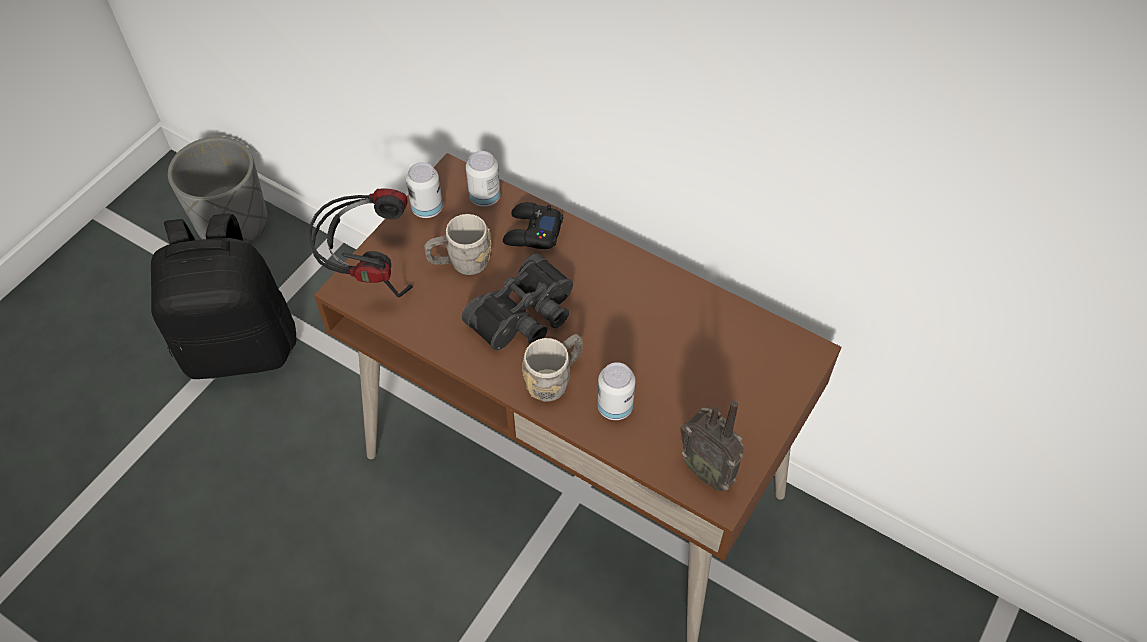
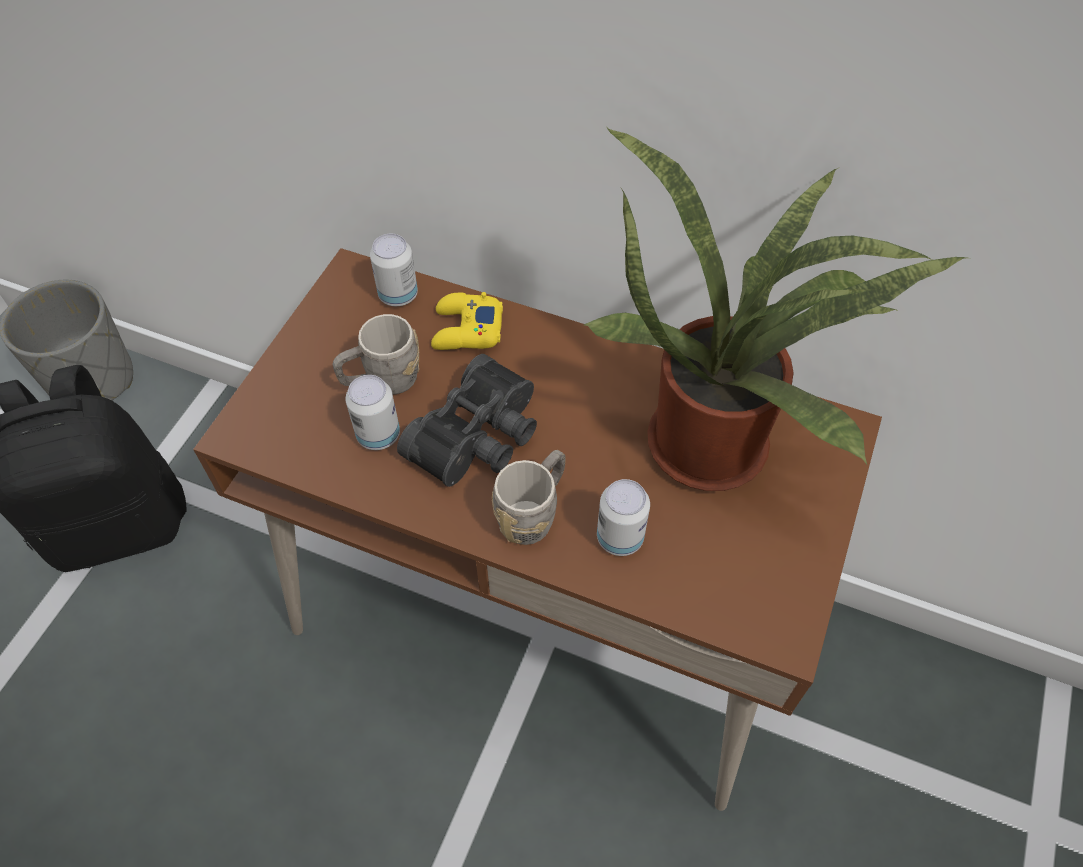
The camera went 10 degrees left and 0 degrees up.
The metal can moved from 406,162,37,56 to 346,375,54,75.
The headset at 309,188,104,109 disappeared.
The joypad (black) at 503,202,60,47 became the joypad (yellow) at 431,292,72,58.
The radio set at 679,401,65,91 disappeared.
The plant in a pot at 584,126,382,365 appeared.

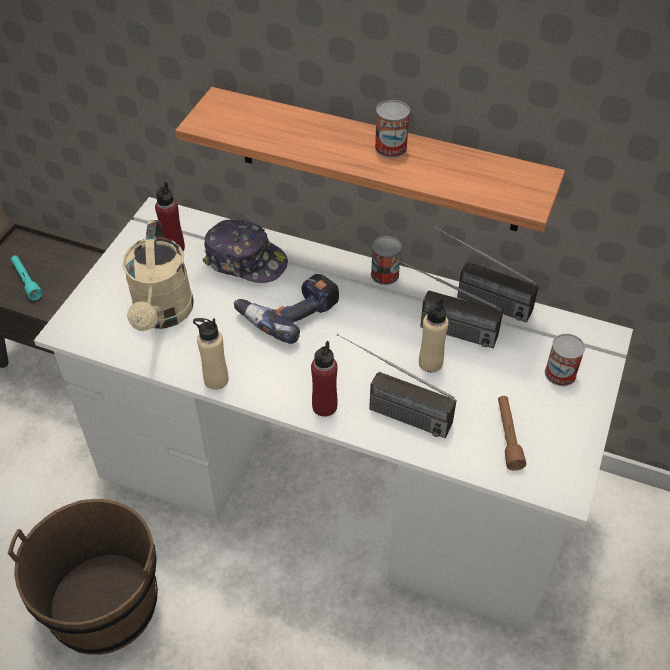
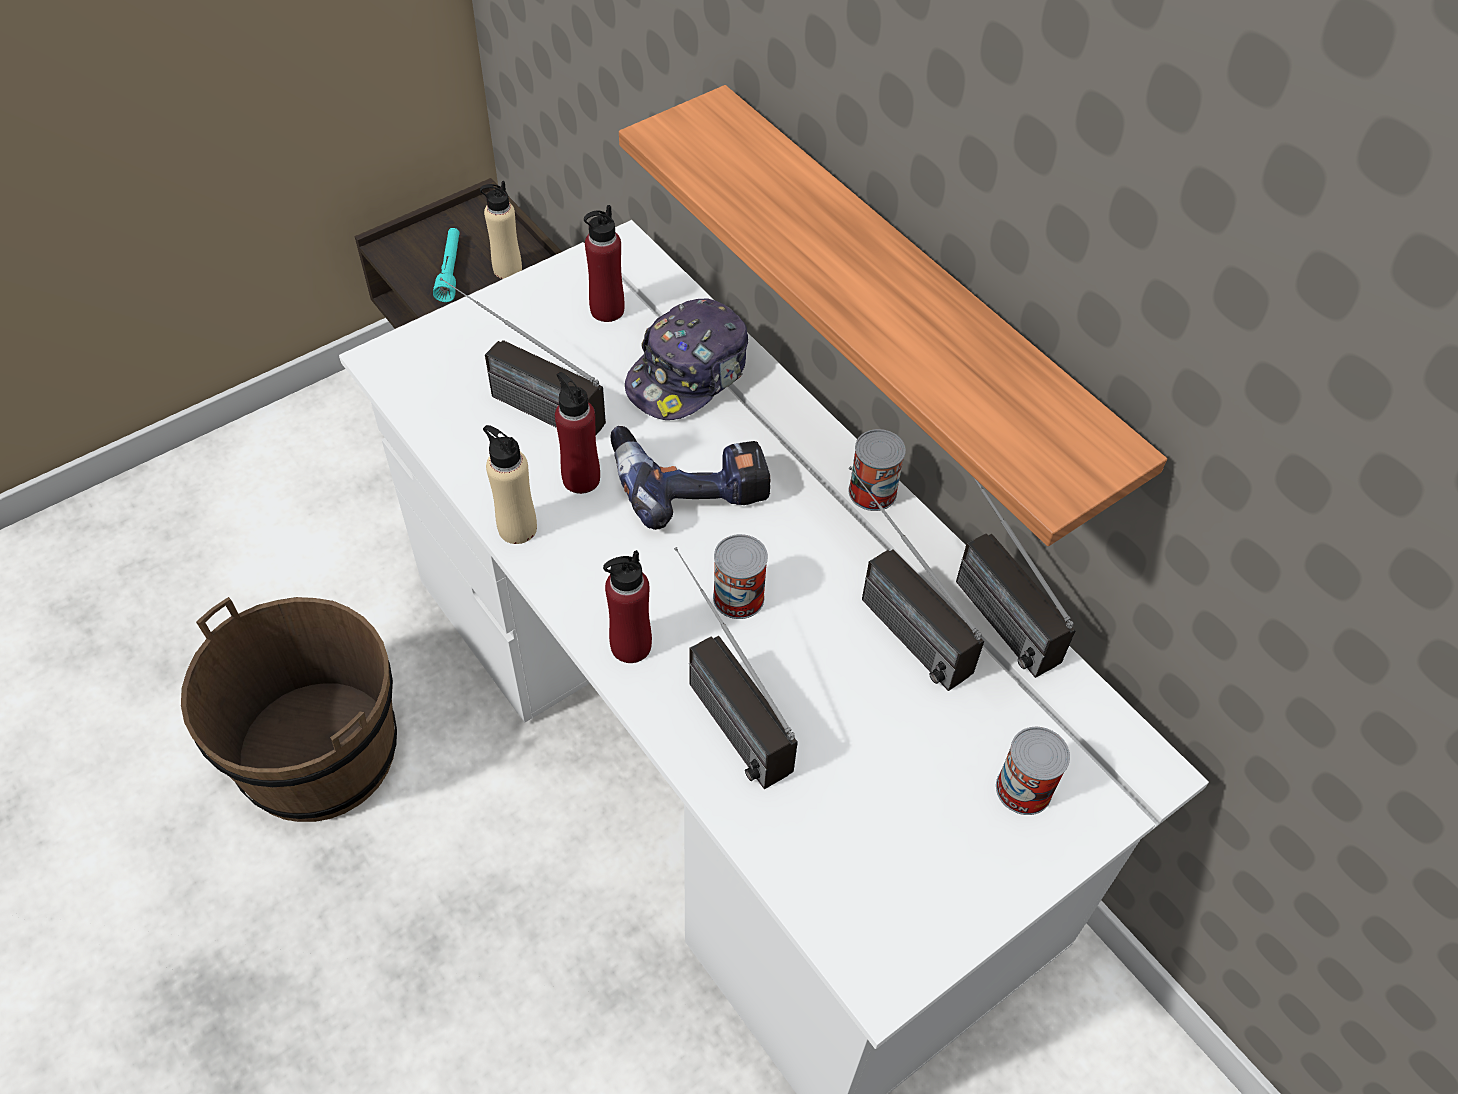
The camera went 30 degrees right and 5 degrees up.
The metal can moved from 375,100,35,58 to 713,534,55,85.
The cap at 202,219,86,64 turned 75 degrees clockwise.
The sprinkling can (beige) at 122,220,72,111 was replaced by the radio set at 440,277,166,158.
The drink bottle (beige) moved from 419,297,30,76 to 480,181,42,98.
The hand torch (brown-coloured) at 498,396,28,75 disappeared.
The drink bottle (red-coloured) at 555,372,45,122 appeared.

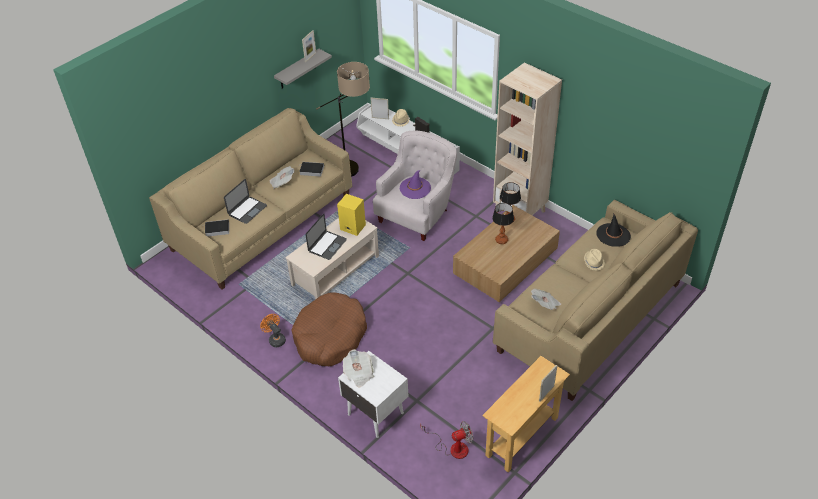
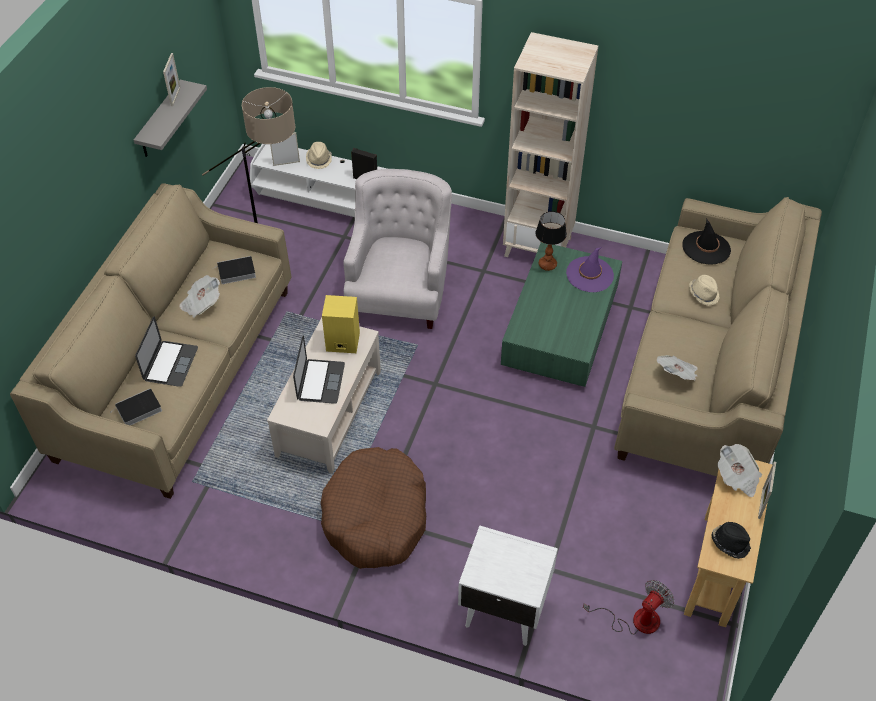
The camera went 25 degrees left and 5 degrees up.
The clothing hat (purple) moved from 400,170,31,29 to 566,247,48,45.
The lamp for a table at 492,203,22,41 disappeared.
The lounge table (brown-coloured) at 453,205,107,97 became the lounge table (green) at 501,242,121,145.
The fan (orange) at 260,314,26,33 disappeared.
The daily paper moved from 343,349,31,39 to 717,444,45,53.
The clothing hat (black) at 711,522,40,37 appeared.

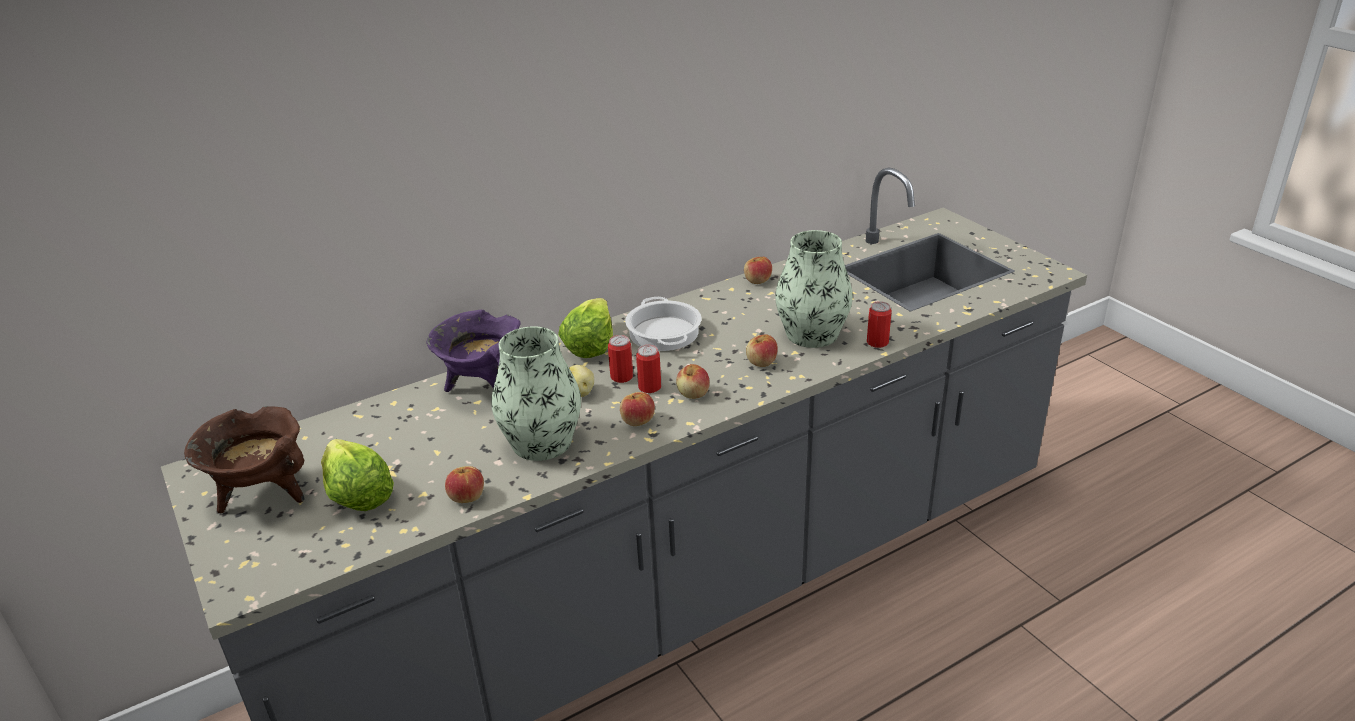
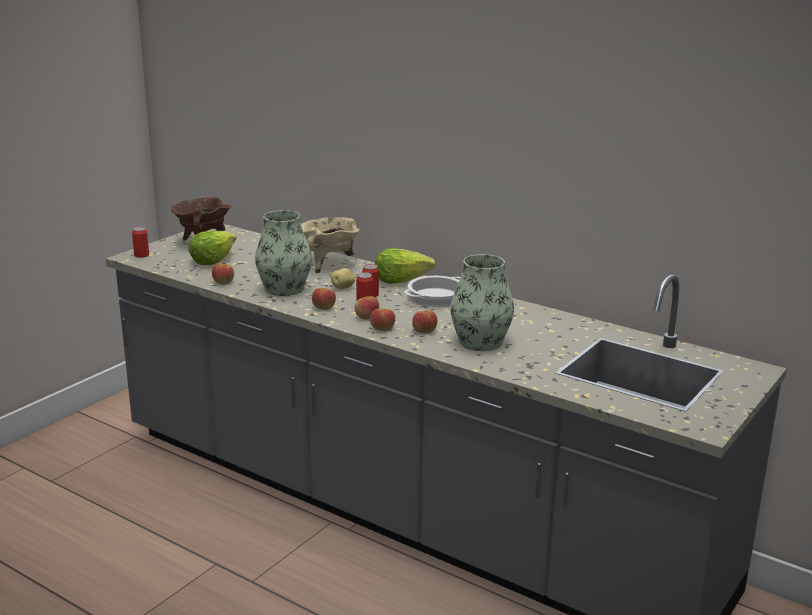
The camera went 65 degrees right and 10 degrees down.
The apple fruit moved from 744,257,28,27 to 370,308,25,23.
The metal can moved from 867,301,24,47 to 132,227,17,31.
The saucepot (purple) at 426,310,95,82 became the saucepot (beige) at 301,217,59,56.

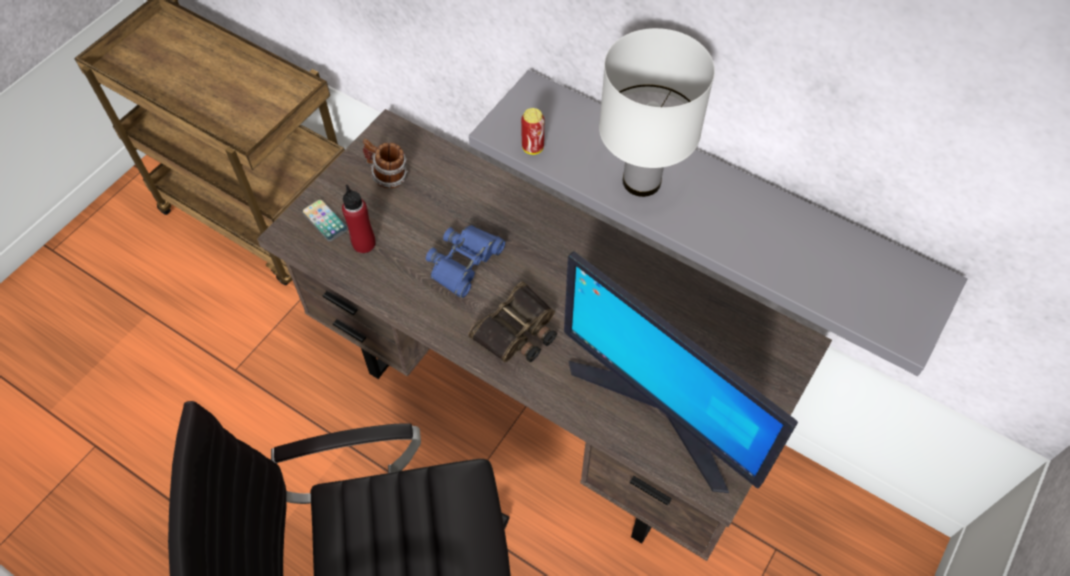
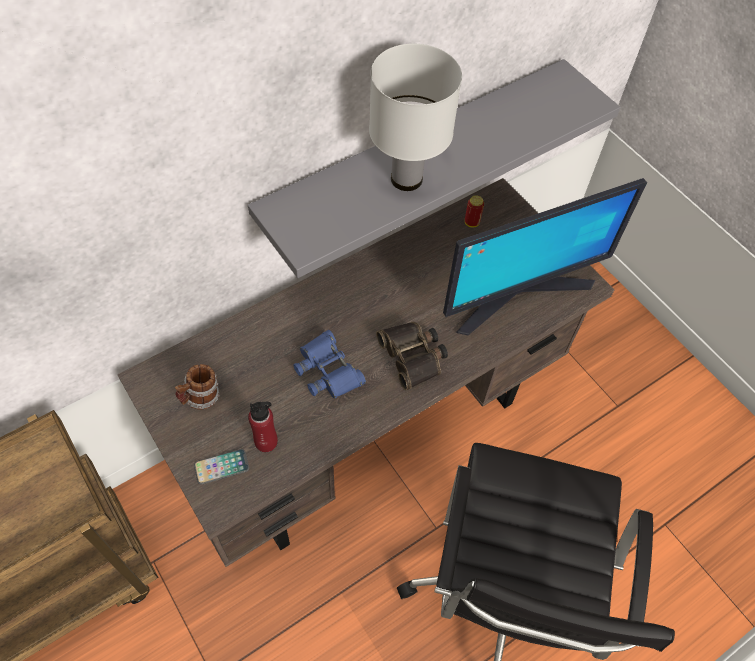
The camera went 70 degrees left and 0 degrees up.
The metal can moved from 521,108,23,47 to 465,195,19,32.

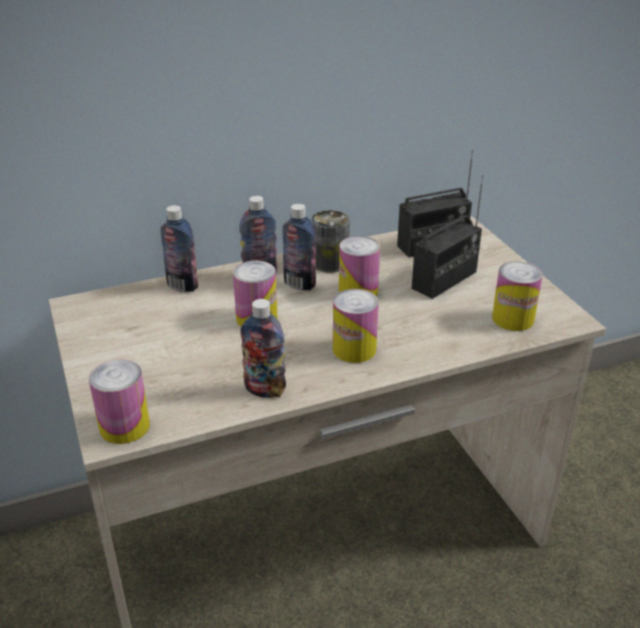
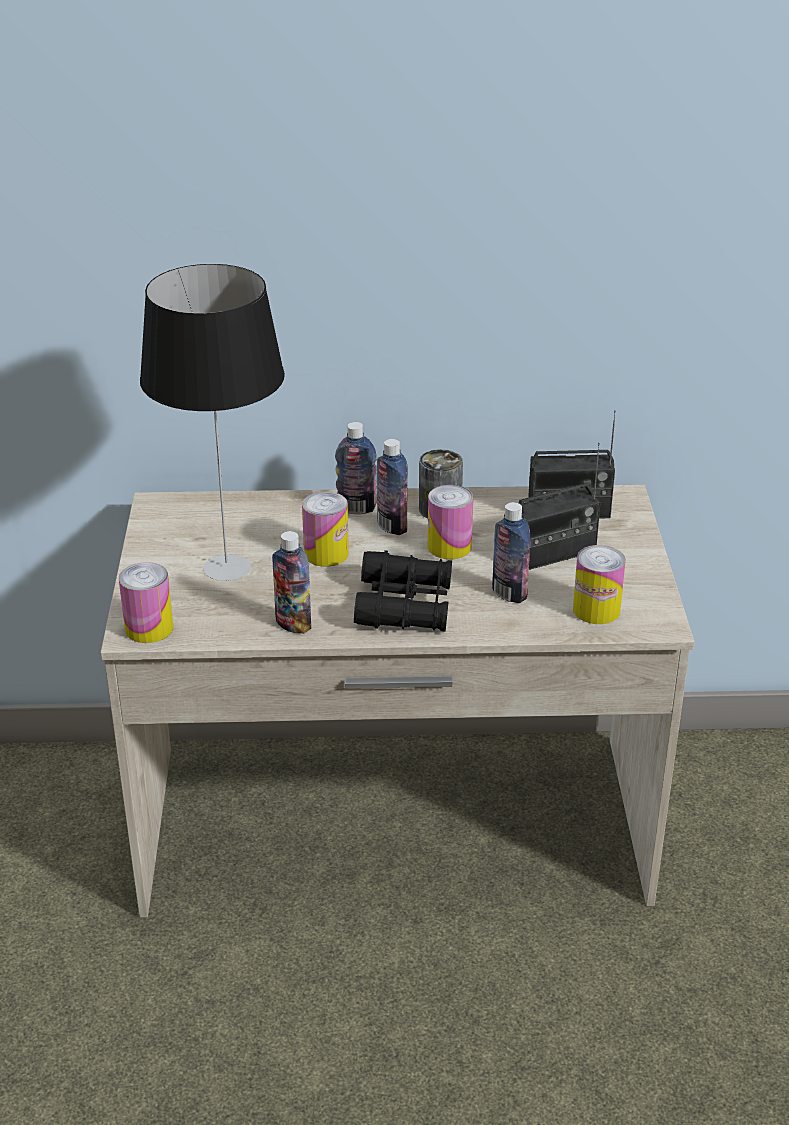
The camera went 20 degrees right and 0 degrees up.
The drink bottle moved from 160,205,38,87 to 492,502,39,101.
The metal can at 333,289,46,74 was replaced by the field glasses (black) at 354,550,98,81.
The lamp for a table at 140,264,145,317 appeared.

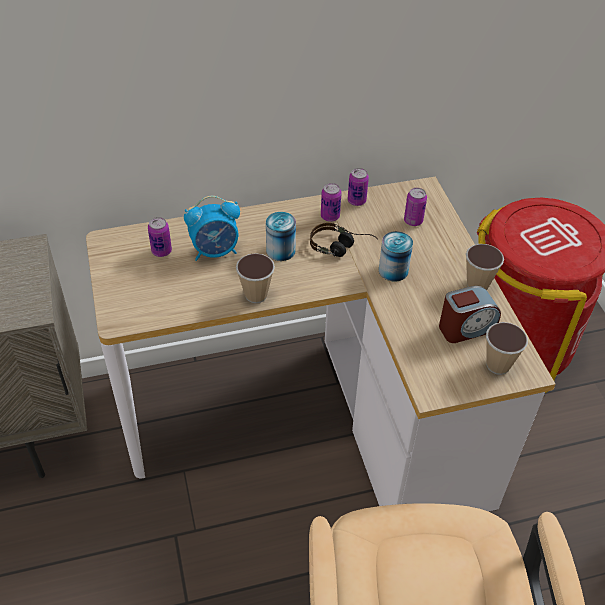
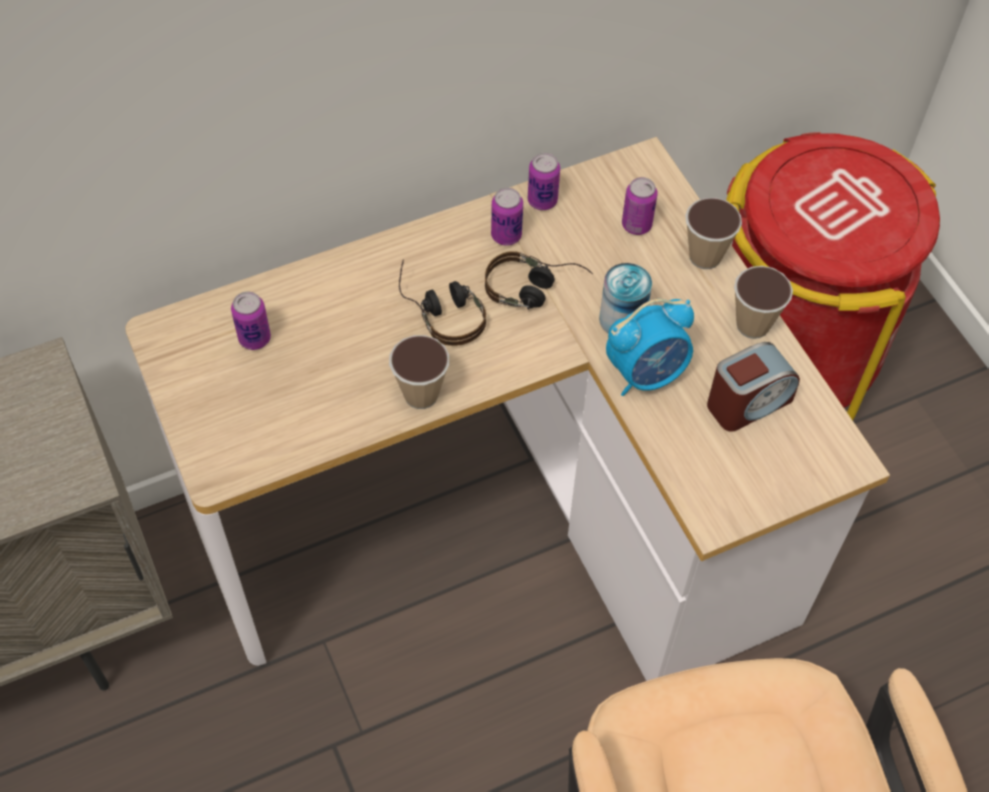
The camera went 10 degrees left and 10 degrees up.
The table clock moved from 184,196,56,65 to 606,299,88,97.
The metal can at 266,212,30,49 was replaced by the headset at 399,259,87,87.
The cup moved from 486,322,42,53 to 685,198,57,71.

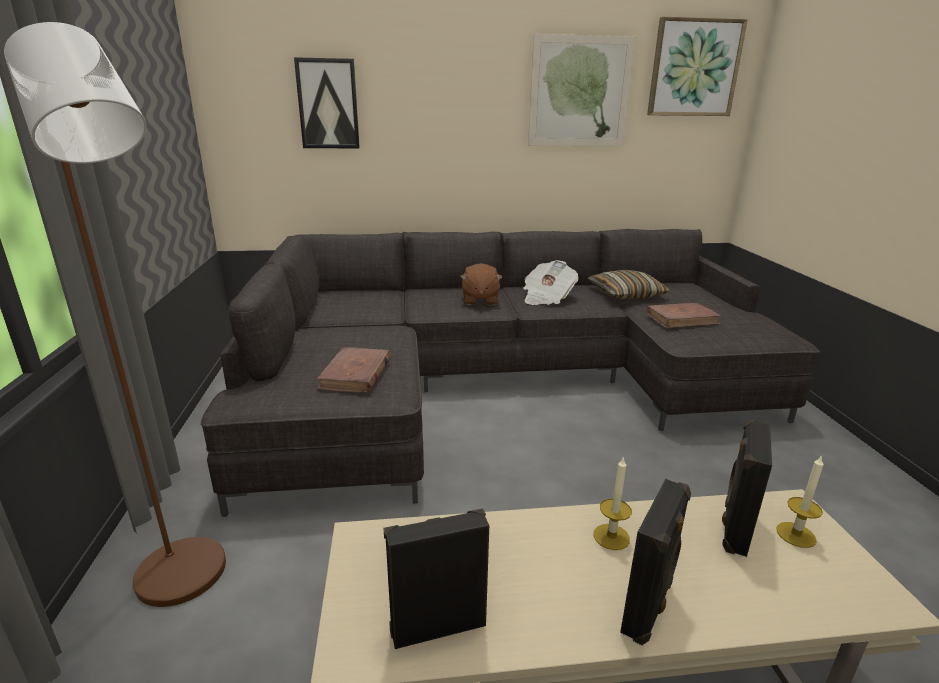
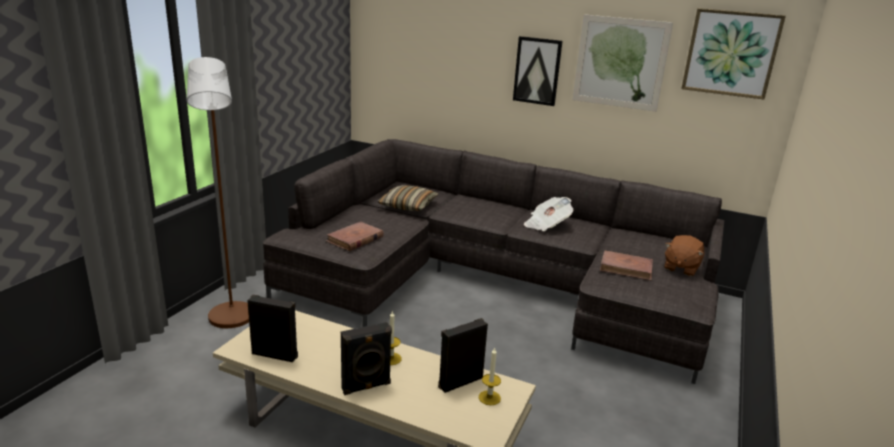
The camera went 30 degrees right and 0 degrees up.
The wall art moved from 294,57,66,91 to 513,36,50,70.
The cuddly toy (brown-coloured) moved from 460,263,42,43 to 664,235,40,41.
The cushion moved from 588,270,82,29 to 378,185,61,26.

